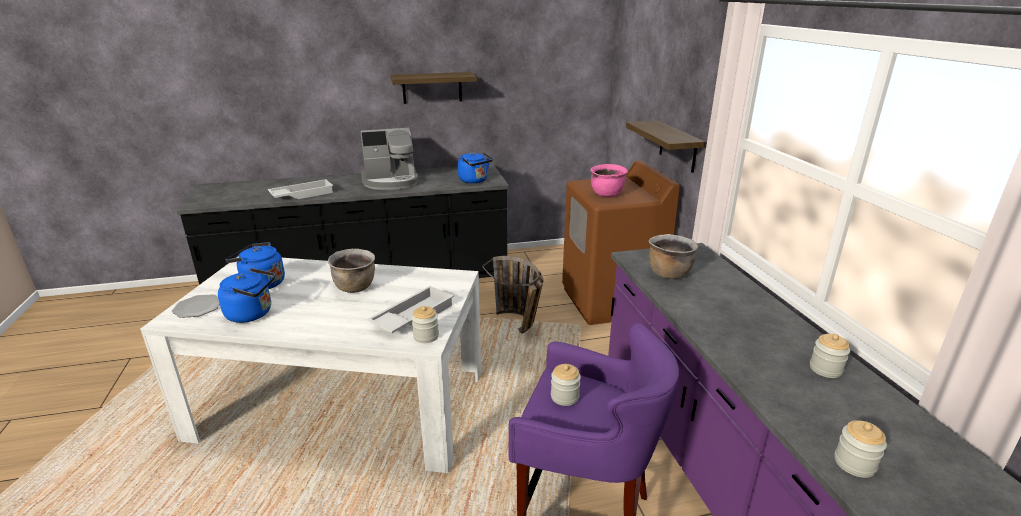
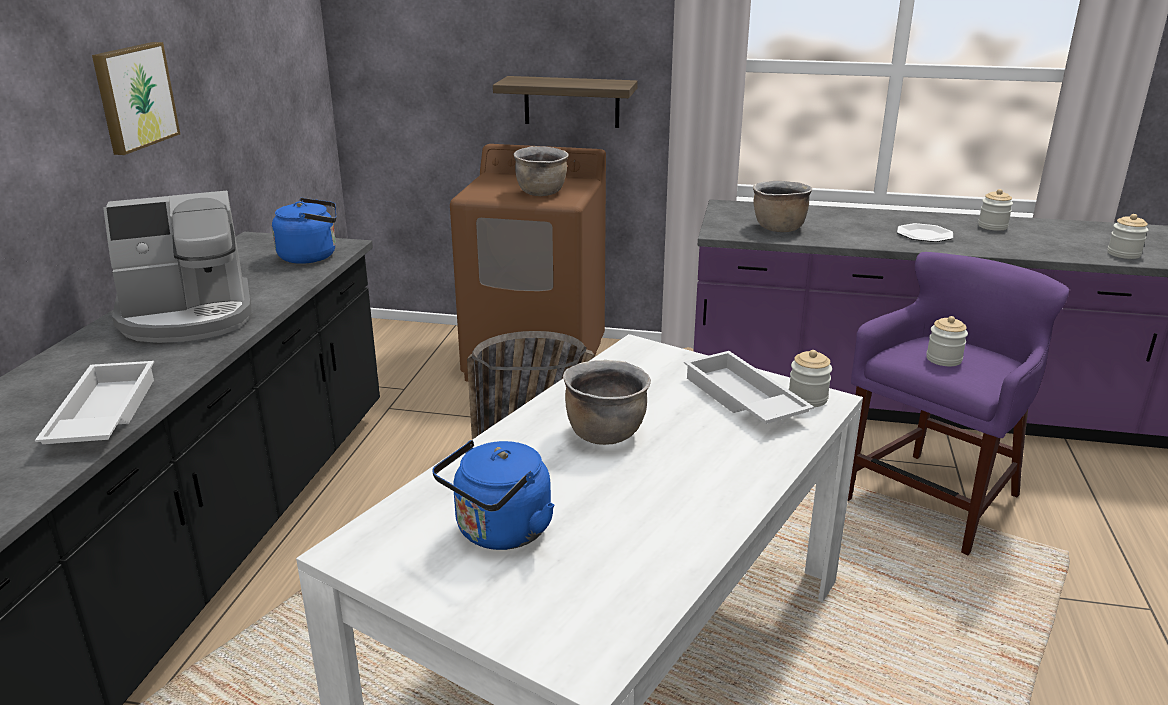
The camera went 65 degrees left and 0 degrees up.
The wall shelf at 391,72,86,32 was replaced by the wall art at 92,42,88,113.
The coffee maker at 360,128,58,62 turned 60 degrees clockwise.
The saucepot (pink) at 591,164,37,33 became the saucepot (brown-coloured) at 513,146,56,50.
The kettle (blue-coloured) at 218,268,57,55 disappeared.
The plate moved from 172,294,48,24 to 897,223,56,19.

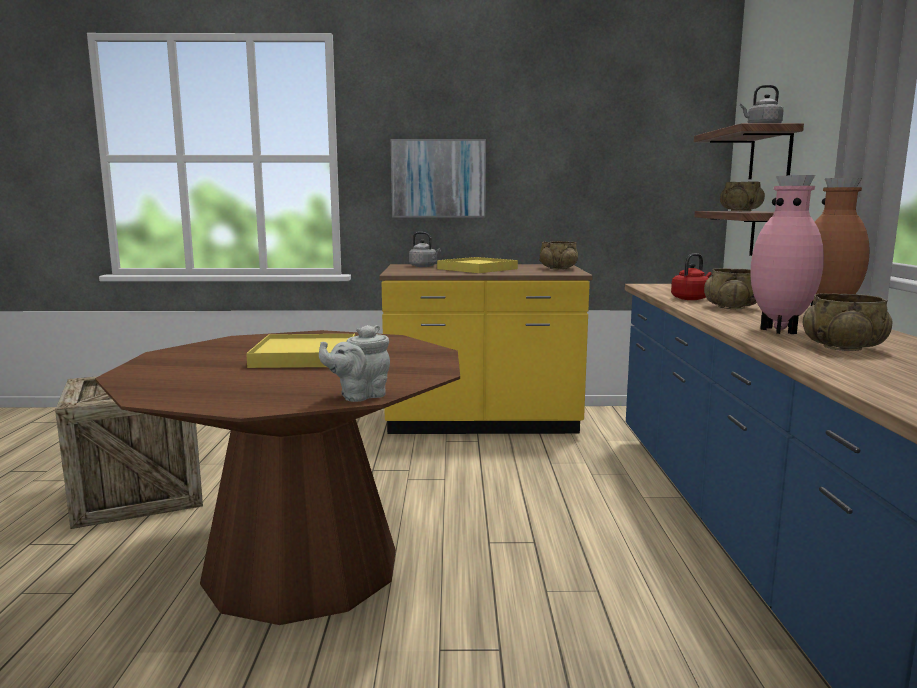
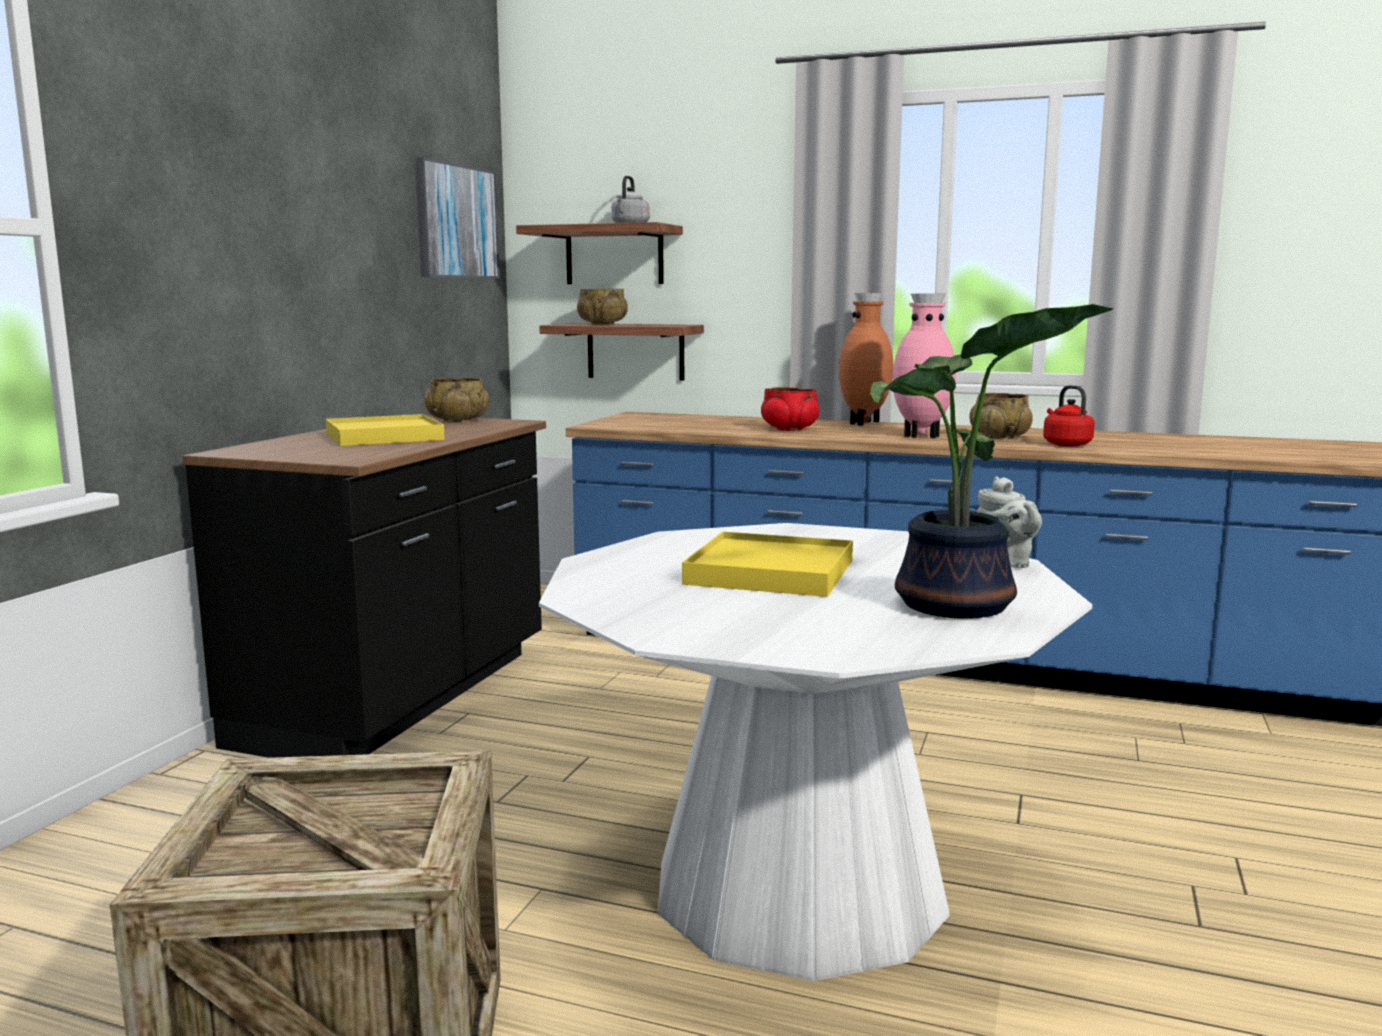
The camera went 70 degrees left and 0 degrees up.
The wall art moved from 391,139,95,78 to 415,157,85,121.
The kettle (grey) at 409,232,32,35 disappeared.
The kettle (red-coloured) moved from 671,253,41,47 to 1043,385,52,62.
The kitchen base unit (yellow) at 379,264,214,170 became the kitchen base unit (black) at 183,416,363,342.
The deep dish (beige) at 704,268,53,41 became the deep dish (red-coloured) at 761,387,58,44.
The dinner table (brown-coloured) at 95,330,365,295 became the dinner table (whitish) at 539,523,554,458.
The plant in a pot at 870,304,244,315 appeared.

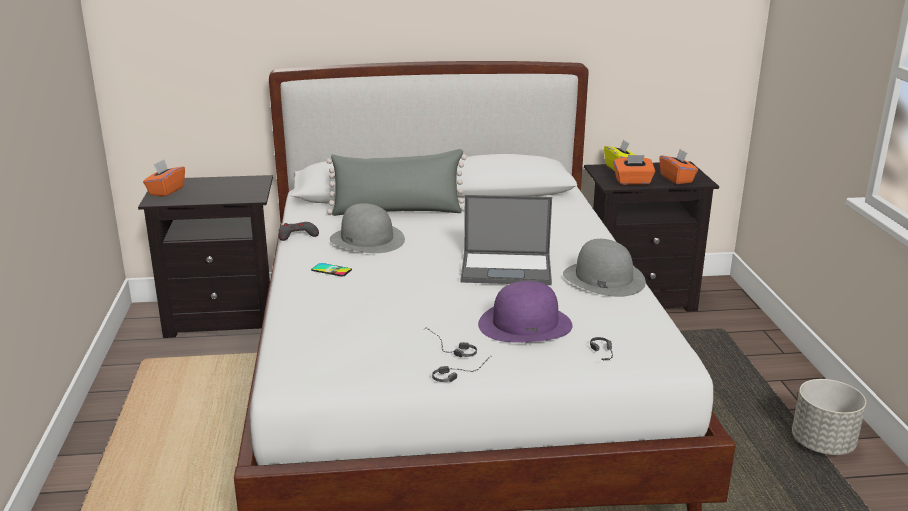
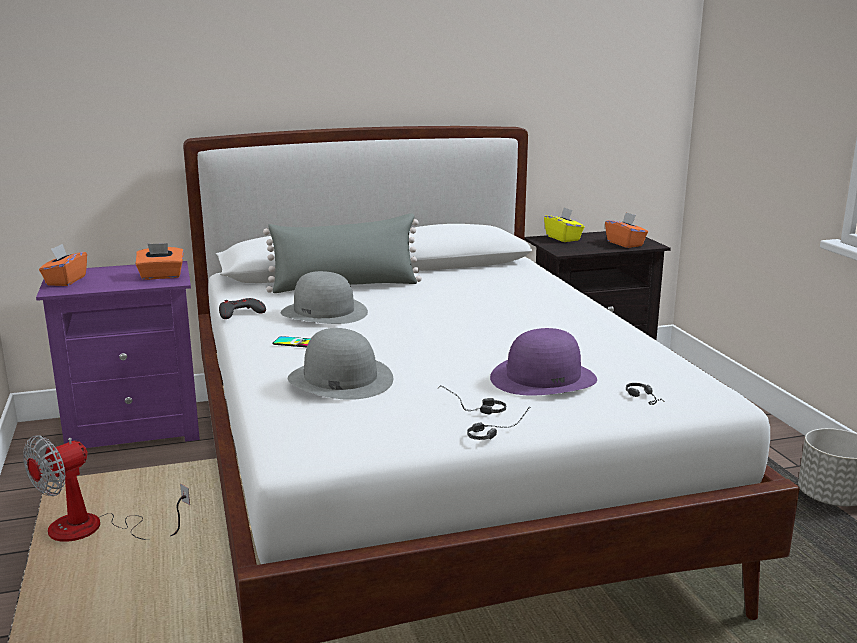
The camera went 10 degrees left and 5 degrees down.
The tissue holder (orange) moved from 613,155,42,30 to 135,243,49,37.
The bedside table (black) at 138,175,135,163 became the bedside table (purple) at 36,261,164,187.
The laptop at 461,195,91,90 disappeared.
The clothing hat (grey) moved from 563,239,83,58 to 288,328,105,72.
The fan at 23,435,167,107 appeared.

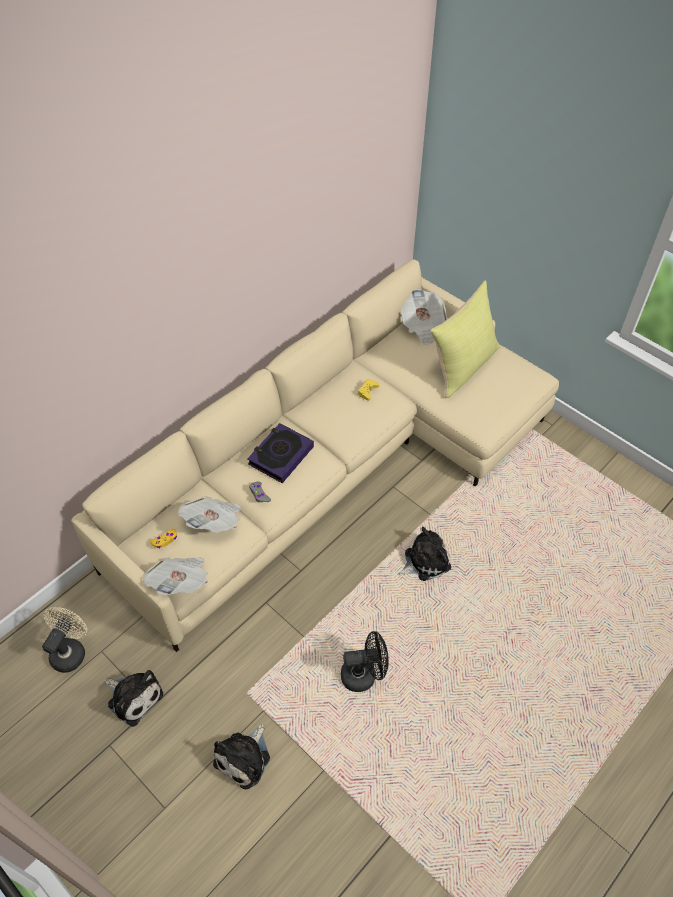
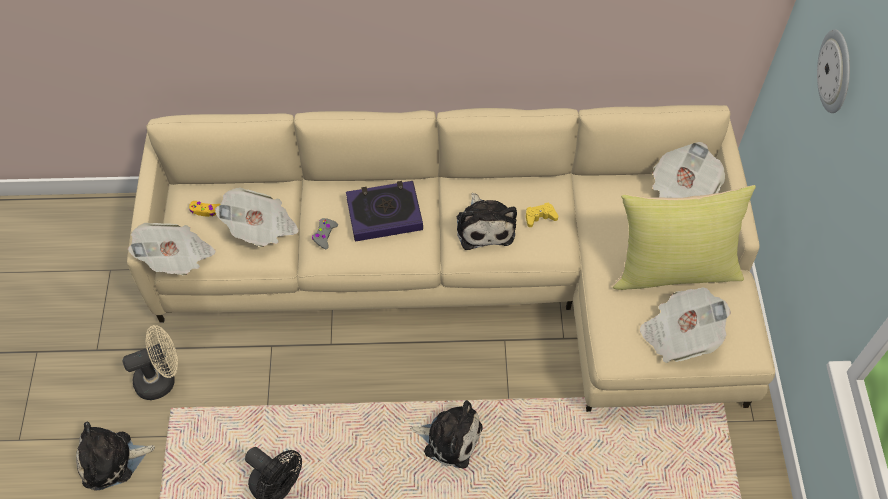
The camera went 45 degrees right and 5 degrees up.
The fan (beige) moved from 42,607,45,66 to 122,325,56,75.
The cuddly toy moved from 105,670,58,57 to 457,193,60,57.
The hanging clock at 817,29,33,84 appeared.
The daily paper at 640,287,91,76 appeared.

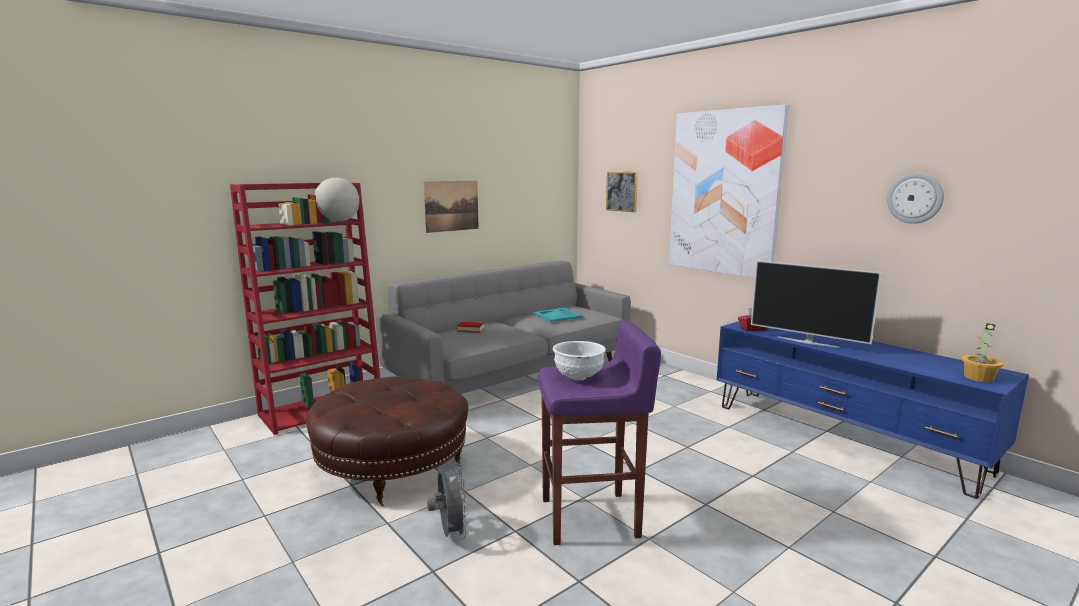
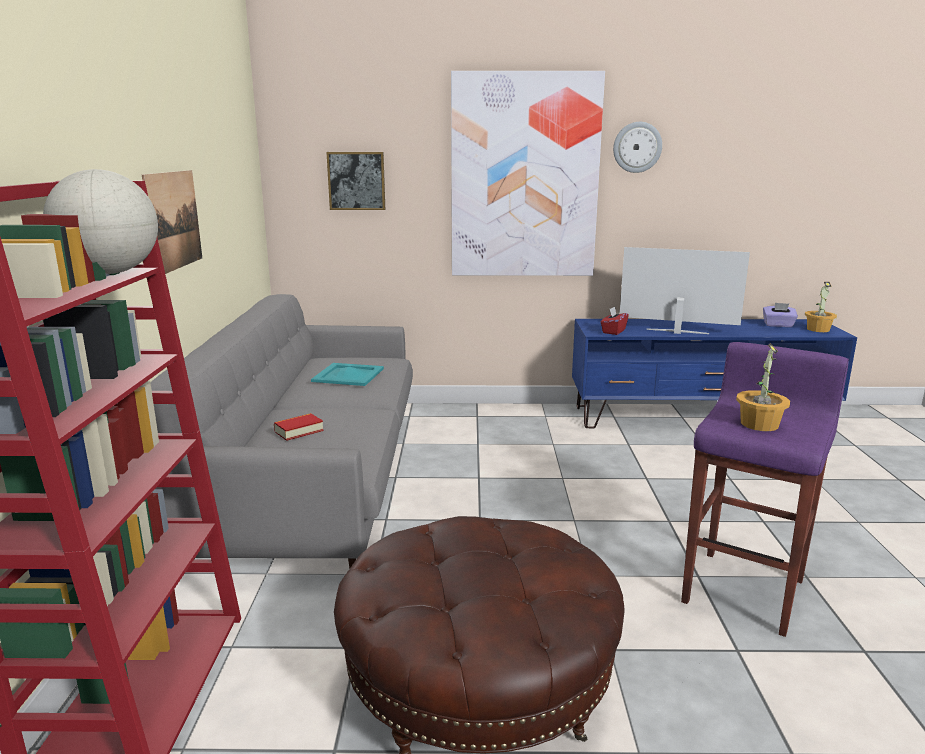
The camera went 50 degrees left and 5 degrees up.
The hanging clock moved from 887,173,57,51 to 613,122,49,51.
The TV set at 751,260,130,88 turned 150 degrees counterclockwise.
The deep dish (whitish) at 553,341,53,39 was replaced by the plant in a pot at 736,343,54,88.
The fan (grey) at 427,461,42,78 disappeared.
The tissue holder (purple) at 763,303,35,24 appeared.

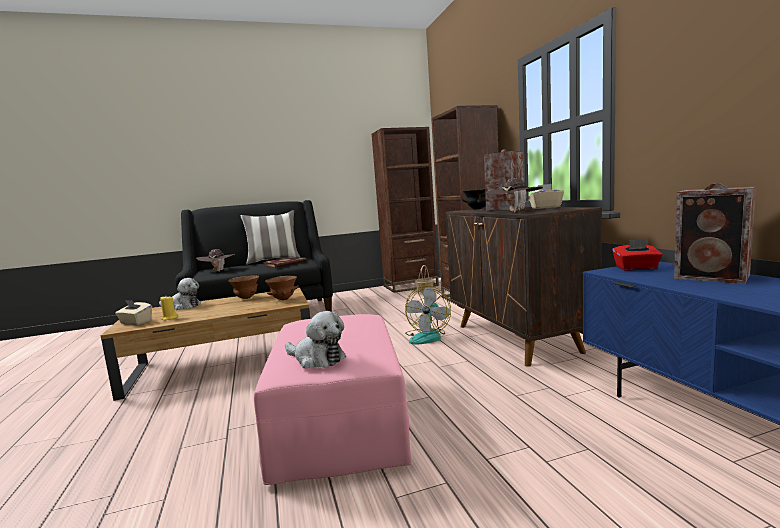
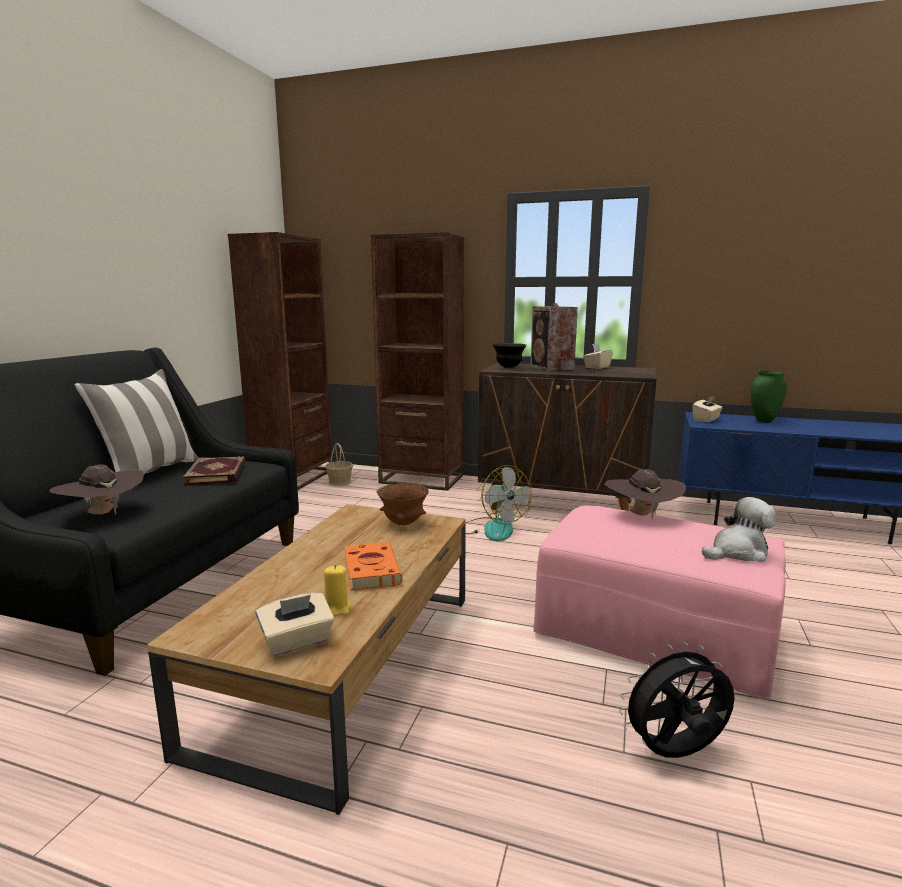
The camera went 55 degrees left and 5 degrees up.
The clothing hat (brown-coloured) moved from 488,178,55,35 to 605,469,81,50.
The audio speaker at 674,184,82,100 was replaced by the flower vase (green) at 750,371,37,52.
The tissue holder (red-coloured) at 612,239,50,32 became the tissue holder (beige) at 693,396,30,26.
The deep dish (brown-coloured) at 228,275,31,24 disappeared.
The cuddly toy at 159,278,42,32 disappeared.
The volume (orange) at 345,542,57,49 appeared.
The fan (black) at 619,642,116,116 appeared.

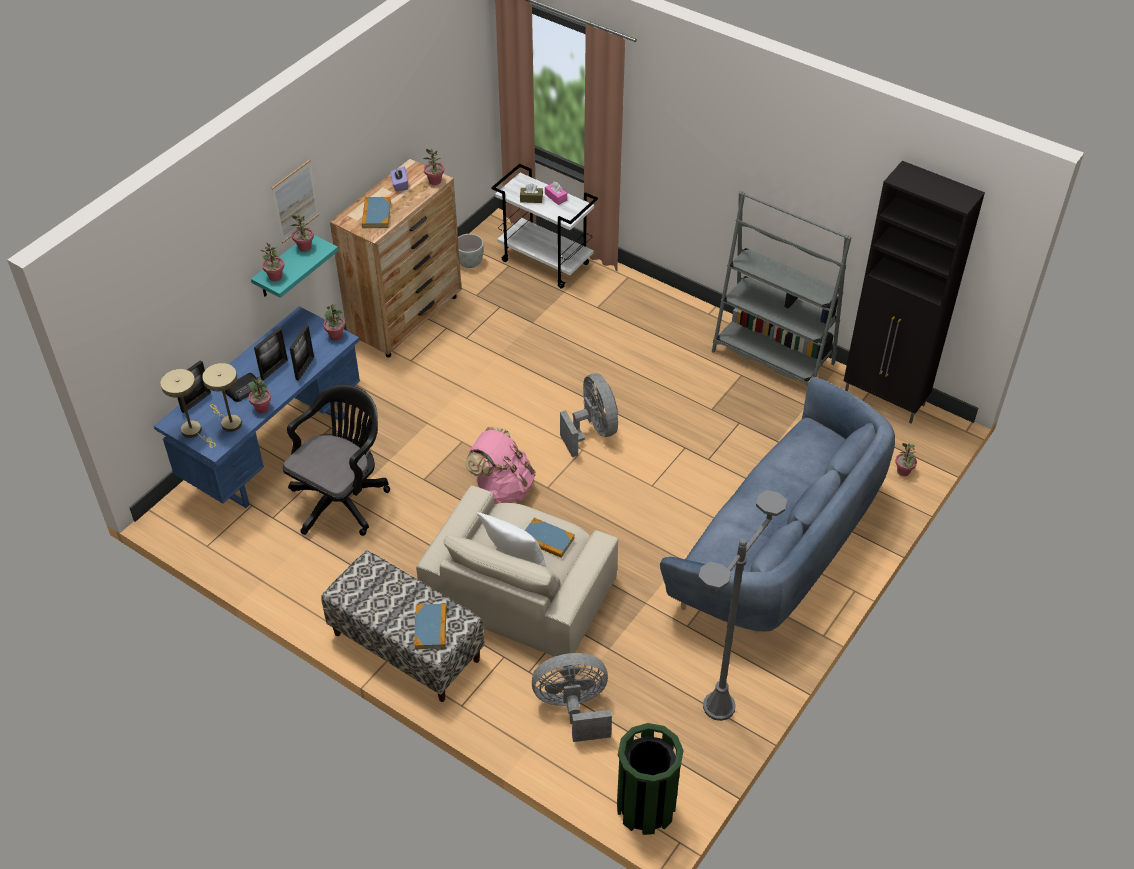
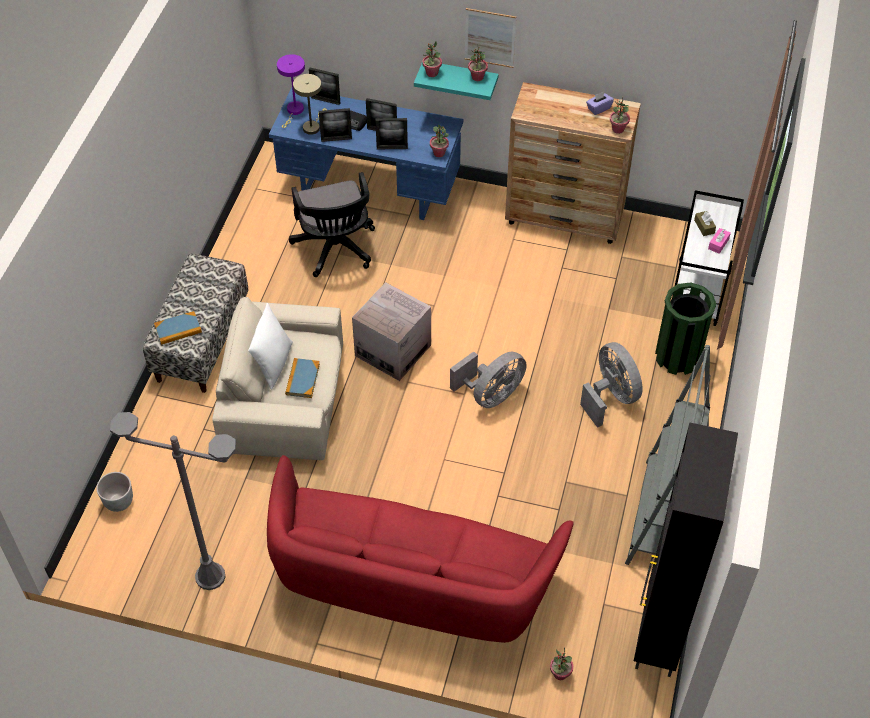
The camera went 70 degrees right and 5 degrees up.
The volume at 362,197,29,31 disappeared.
The planter (grey) moved from 458,234,25,34 to 96,472,37,40.
The lamp for a table (beige) at 160,369,56,79 became the lamp for a table (purple) at 277,54,28,74.
The plant in a pot at 249,376,22,37 was replaced by the standing frame at 319,108,33,34.
The couch (blue-coloured) at 660,377,235,256 became the couch (red-coloured) at 267,455,307,188.
The office chair (black) at 283,385,107,151 turned 60 degrees clockwise.
The rucksack (pink) at 465,427,71,77 was replaced by the carton at 352,282,79,99.
The fan (grey) moved from 532,653,80,89 to 580,342,63,86.
The rubbish bin (green) moved from 617,723,66,112 to 655,283,61,92.

